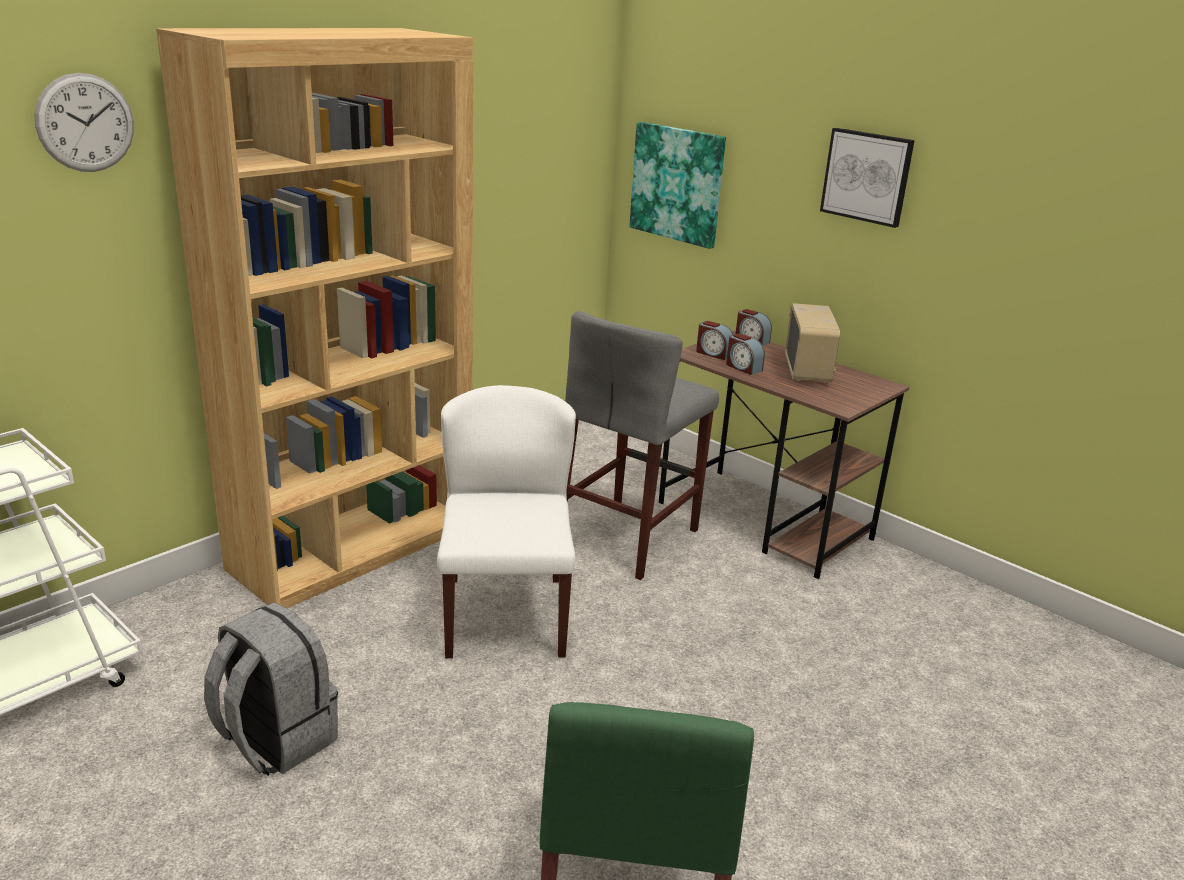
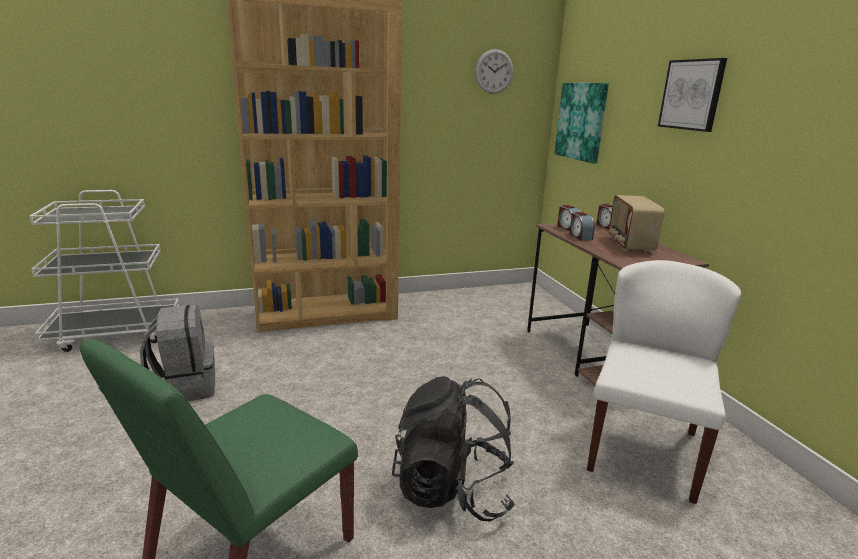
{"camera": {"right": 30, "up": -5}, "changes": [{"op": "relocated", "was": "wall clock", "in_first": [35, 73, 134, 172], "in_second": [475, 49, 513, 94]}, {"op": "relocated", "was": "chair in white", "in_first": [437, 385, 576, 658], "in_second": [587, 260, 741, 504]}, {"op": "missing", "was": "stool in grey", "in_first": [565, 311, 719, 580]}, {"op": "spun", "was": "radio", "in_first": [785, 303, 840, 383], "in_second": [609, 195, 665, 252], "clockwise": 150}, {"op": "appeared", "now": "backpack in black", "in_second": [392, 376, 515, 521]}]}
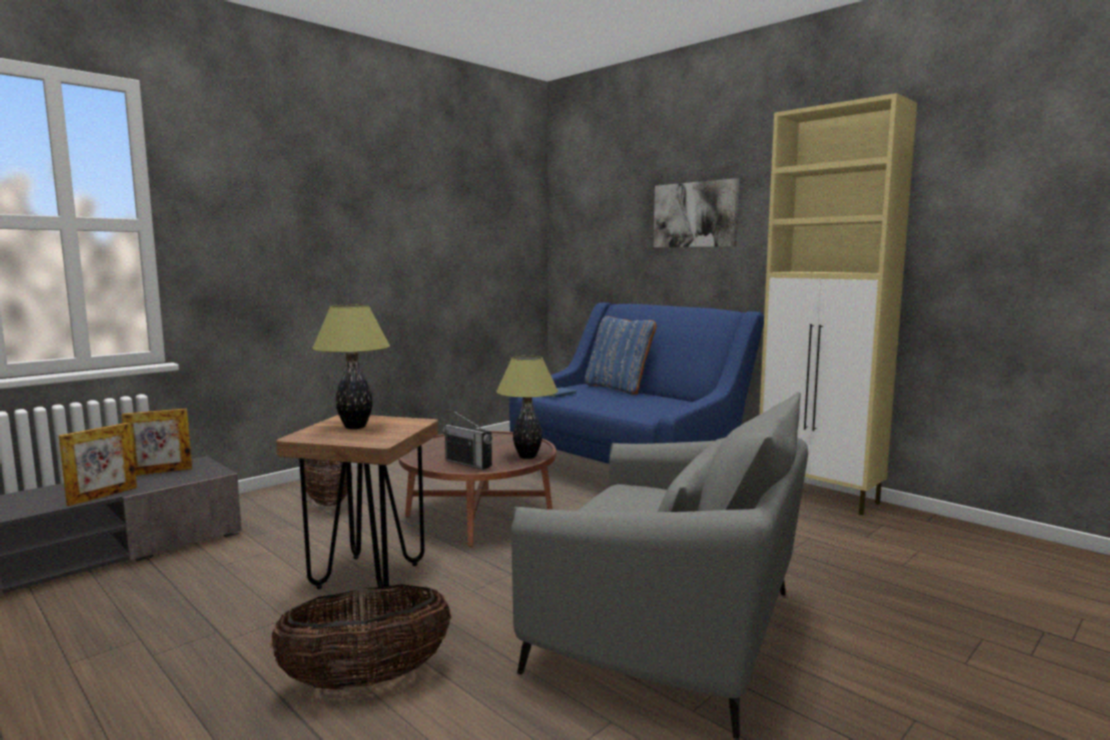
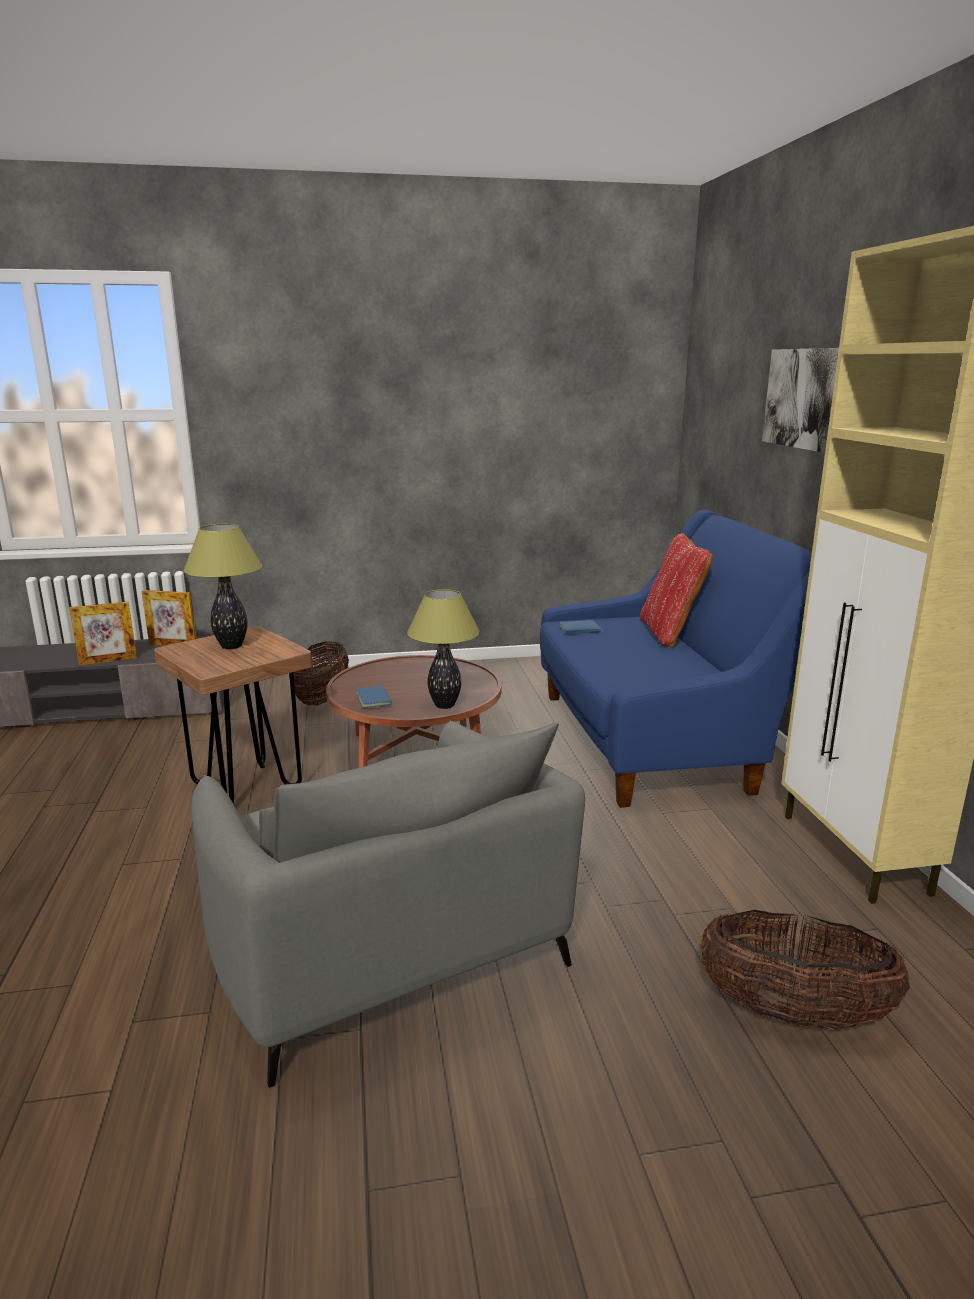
{"camera": {"right": 35, "up": 10}, "changes": [{"op": "relocated", "was": "basket", "in_first": [270, 584, 452, 690], "in_second": [699, 910, 910, 1030]}, {"op": "exchanged", "was": "radio", "now": "book in blue", "in_first": [443, 410, 492, 470], "in_second": [356, 685, 392, 708]}, {"op": "colour", "was": "pillow in blue", "now": "pillow in red", "in_first": [585, 316, 656, 395], "in_second": [640, 533, 713, 648]}]}
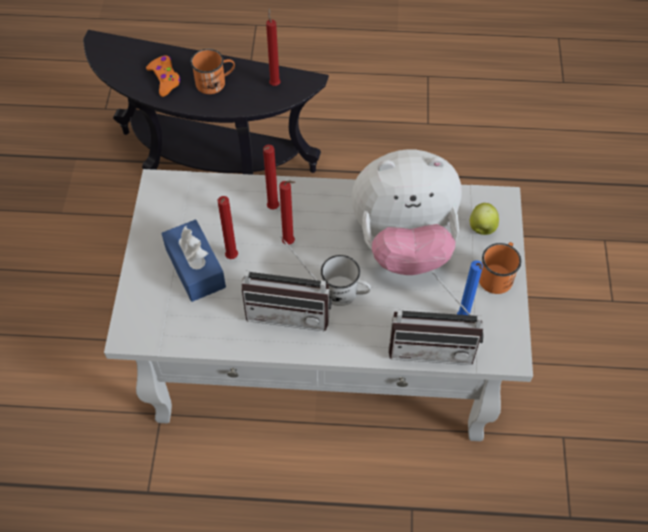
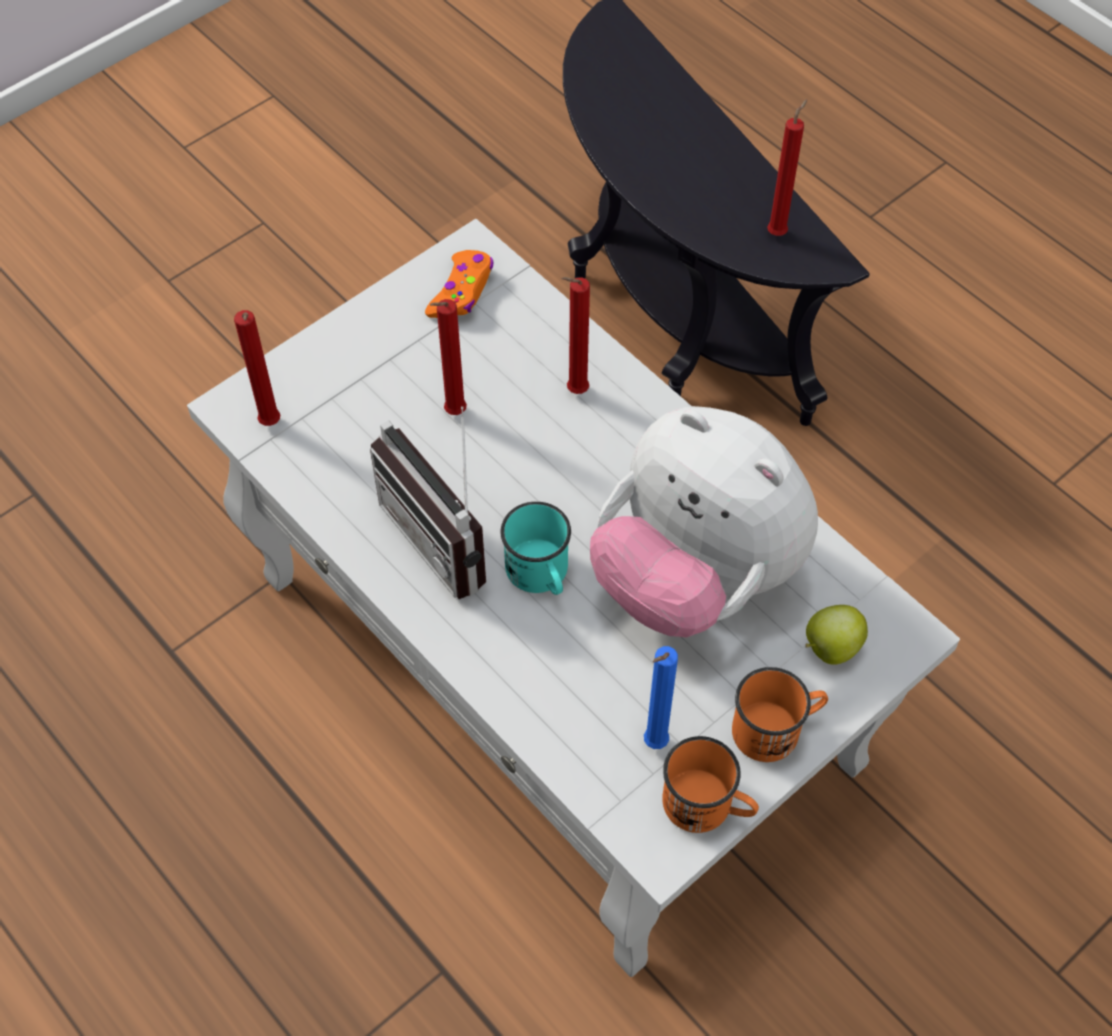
{"camera": {"right": 45, "up": 0}, "changes": [{"op": "relocated", "was": "game controller in orange", "in_first": [146, 56, 180, 97], "in_second": [425, 250, 493, 318]}, {"op": "missing", "was": "tissue box in blue", "in_first": [162, 219, 226, 302]}, {"op": "relocated", "was": "mug in orange", "in_first": [190, 49, 235, 94], "in_second": [662, 736, 759, 833]}, {"op": "relocated", "was": "candle in red", "in_first": [279, 180, 295, 245], "in_second": [234, 310, 280, 426]}, {"op": "colour", "was": "mug in white", "now": "mug in turquoise", "in_first": [321, 255, 371, 306], "in_second": [501, 501, 571, 595]}, {"op": "missing", "was": "radio", "in_first": [388, 272, 483, 365]}]}
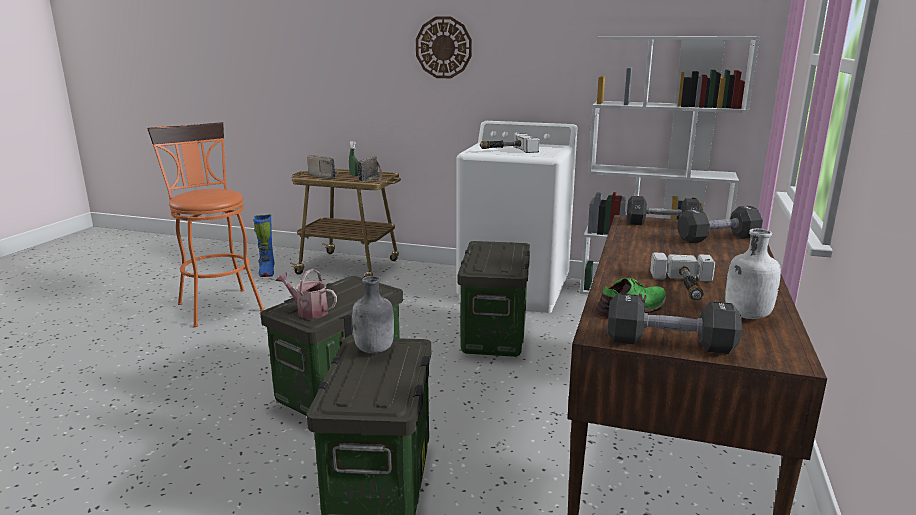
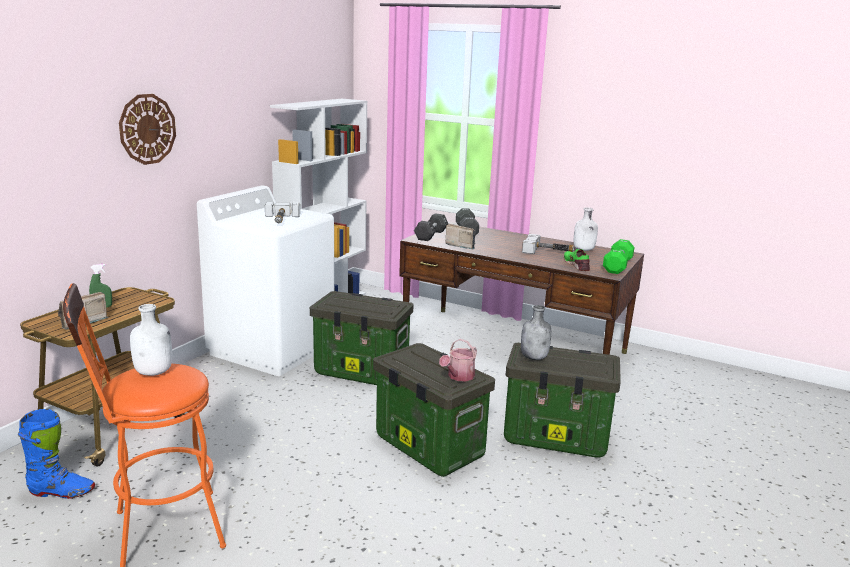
{"camera": {"right": -80, "up": 0}, "changes": [{"op": "relocated", "was": "radio", "in_first": [357, 156, 383, 181], "in_second": [445, 224, 476, 249]}, {"op": "colour", "was": "dumbbell in black", "now": "dumbbell in green", "in_first": [607, 293, 742, 354], "in_second": [603, 239, 635, 274]}, {"op": "appeared", "now": "bottle in white", "in_second": [130, 304, 172, 376]}]}
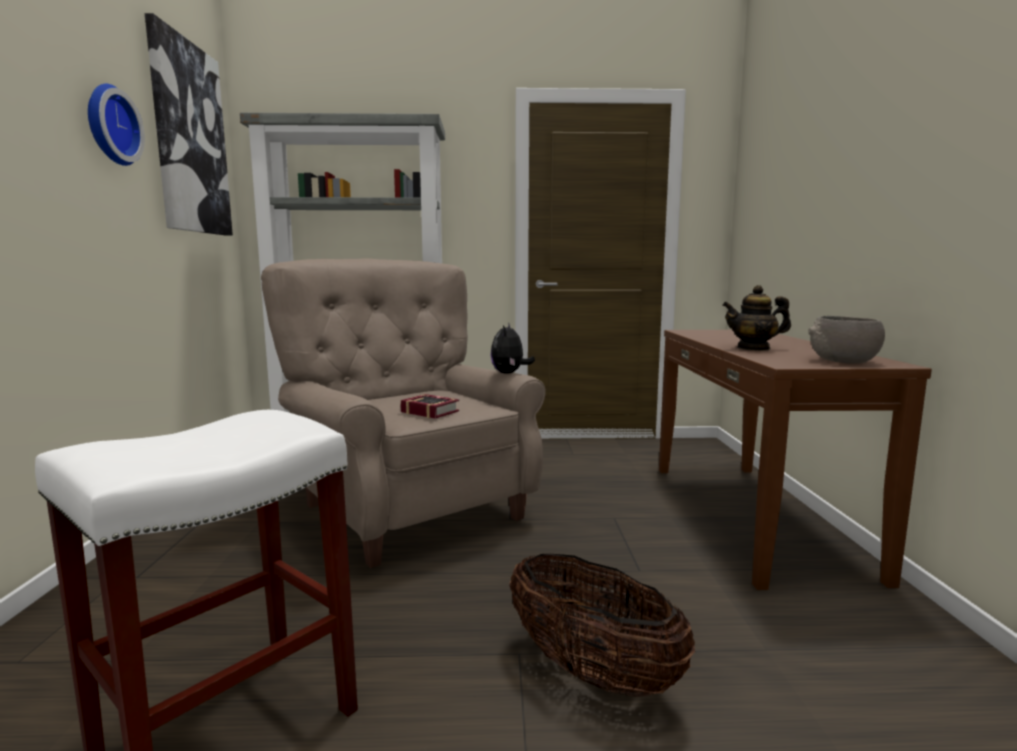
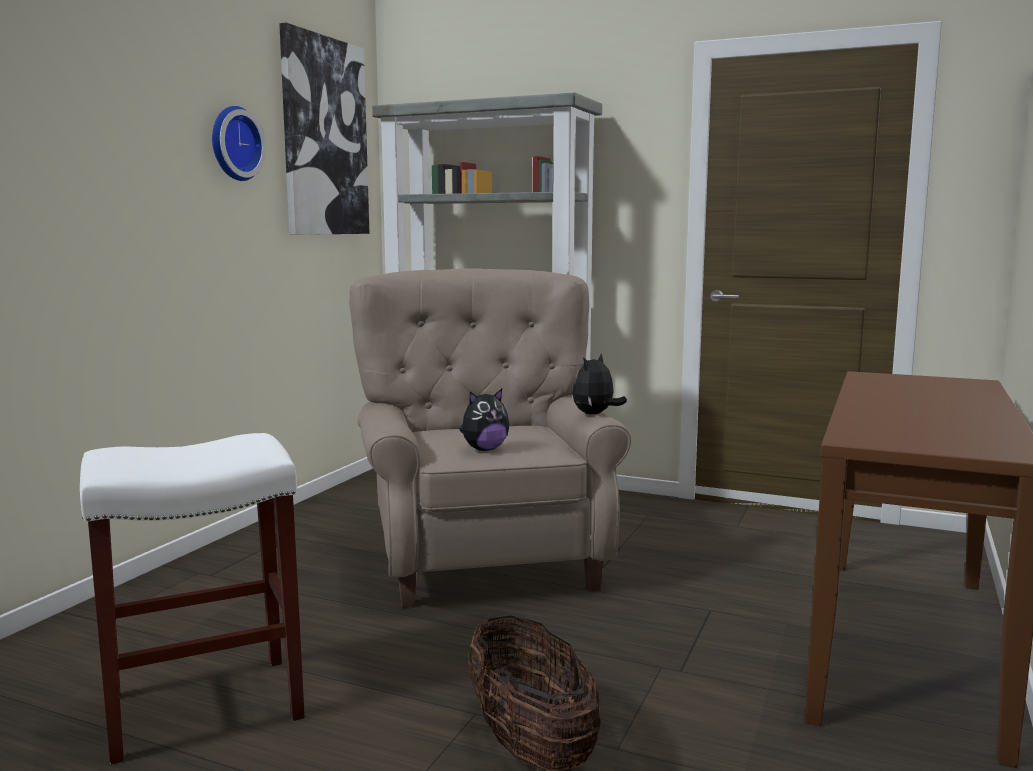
{"camera": {"right": 25, "up": 0}, "changes": [{"op": "exchanged", "was": "book", "now": "plush toy", "in_first": [401, 394, 459, 419], "in_second": [460, 389, 509, 451]}, {"op": "missing", "was": "teapot", "in_first": [722, 285, 791, 351]}, {"op": "missing", "was": "bowl in grey", "in_first": [808, 316, 885, 364]}]}
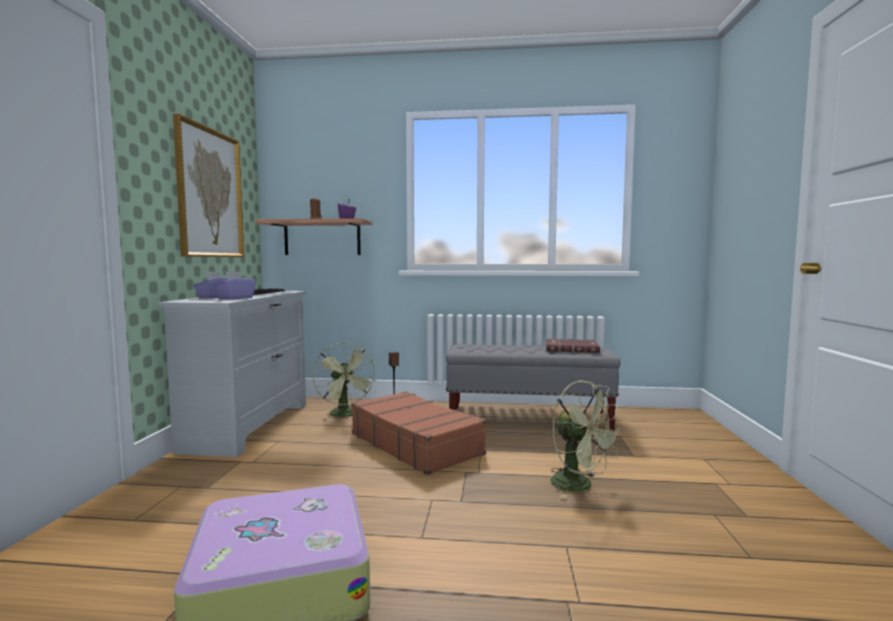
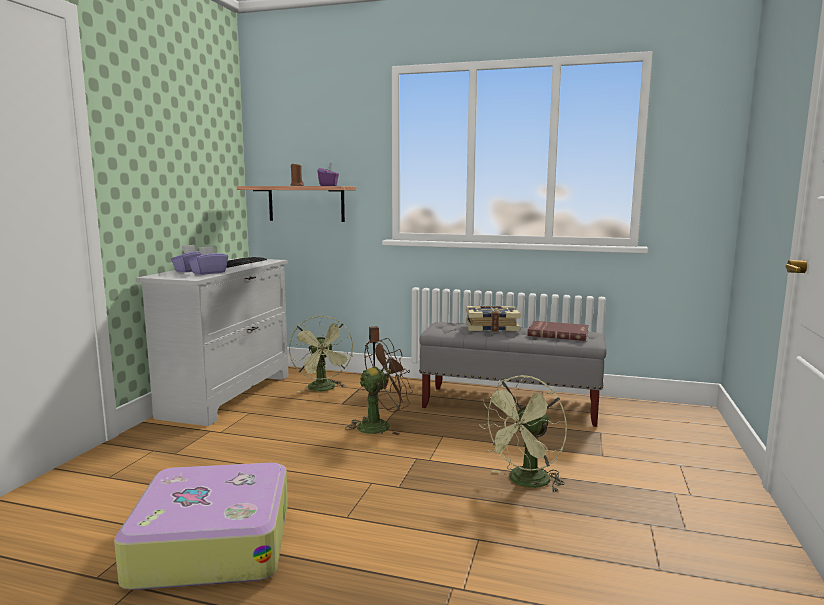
{"camera": {"right": 10, "up": 5}, "changes": [{"op": "missing", "was": "picture", "in_first": [173, 114, 244, 257]}, {"op": "exchanged", "was": "suitcase in brown", "now": "fan in brown", "in_first": [351, 391, 486, 475], "in_second": [345, 338, 413, 435]}, {"op": "spun", "was": "fan in green", "in_first": [551, 380, 623, 499], "in_second": [479, 375, 567, 493], "clockwise": 75}, {"op": "appeared", "now": "book", "in_second": [466, 306, 521, 332]}]}
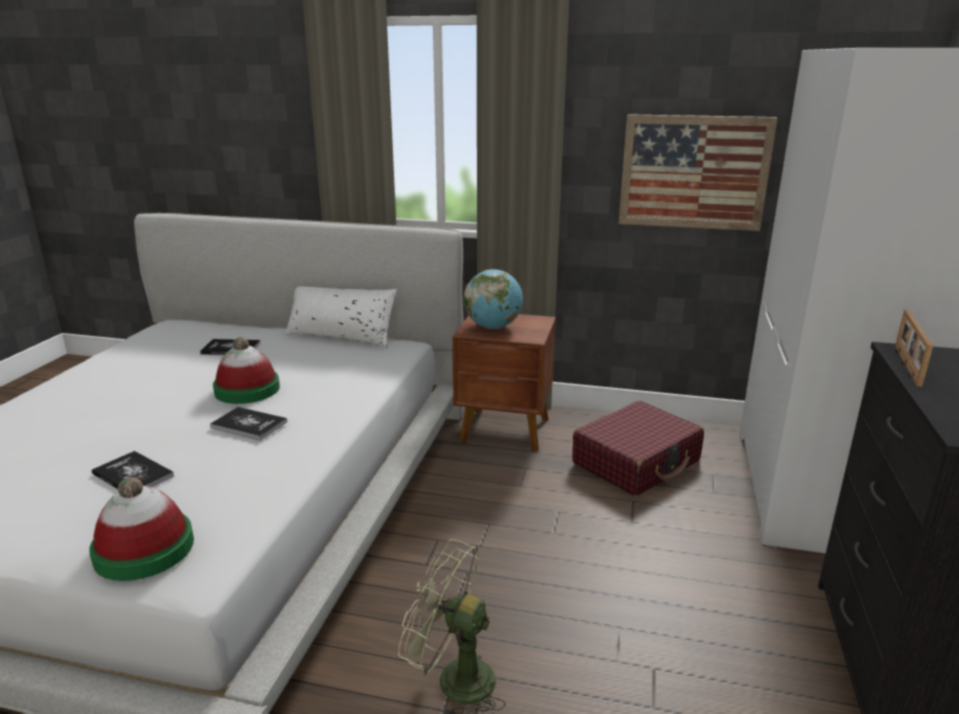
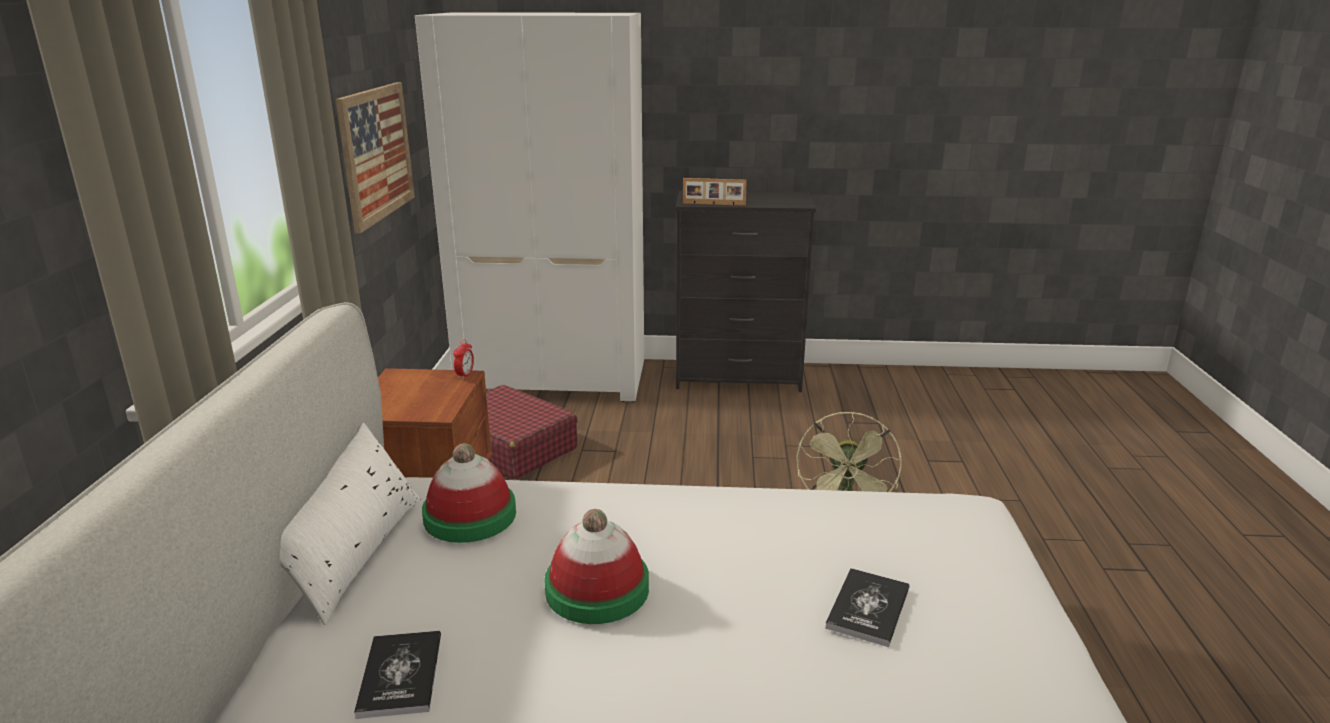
{"camera": {"right": -100, "up": 0}, "changes": [{"op": "relocated", "was": "hat", "in_first": [89, 477, 194, 581], "in_second": [422, 443, 516, 543]}, {"op": "missing", "was": "book", "in_first": [210, 407, 287, 440]}, {"op": "missing", "was": "globe", "in_first": [464, 269, 523, 329]}, {"op": "appeared", "now": "alarm clock", "in_second": [453, 339, 474, 379]}]}
